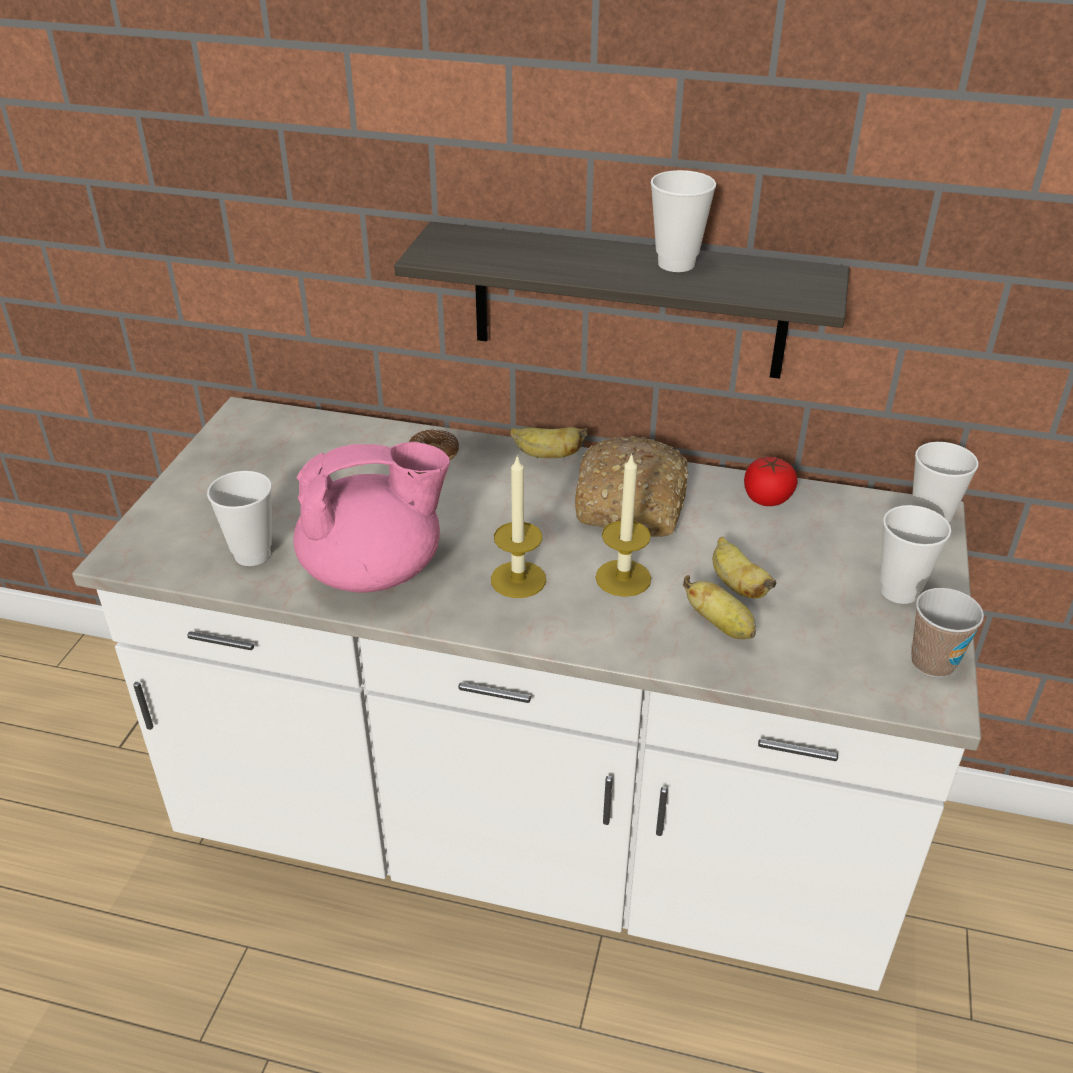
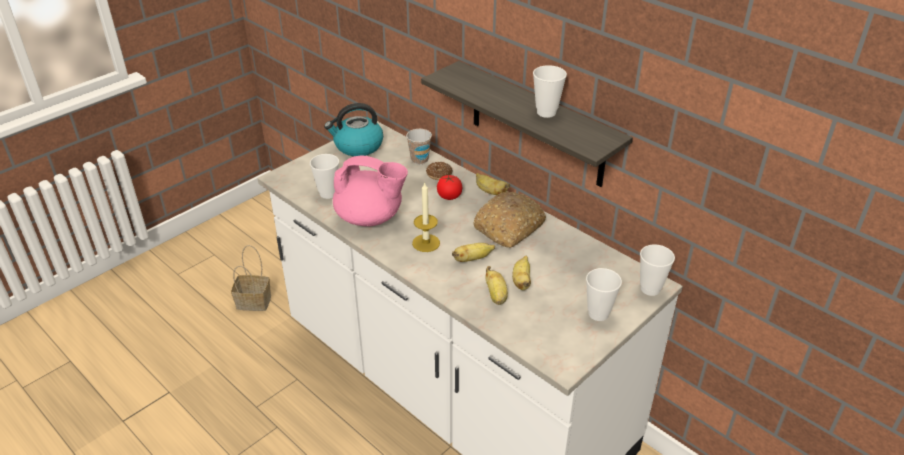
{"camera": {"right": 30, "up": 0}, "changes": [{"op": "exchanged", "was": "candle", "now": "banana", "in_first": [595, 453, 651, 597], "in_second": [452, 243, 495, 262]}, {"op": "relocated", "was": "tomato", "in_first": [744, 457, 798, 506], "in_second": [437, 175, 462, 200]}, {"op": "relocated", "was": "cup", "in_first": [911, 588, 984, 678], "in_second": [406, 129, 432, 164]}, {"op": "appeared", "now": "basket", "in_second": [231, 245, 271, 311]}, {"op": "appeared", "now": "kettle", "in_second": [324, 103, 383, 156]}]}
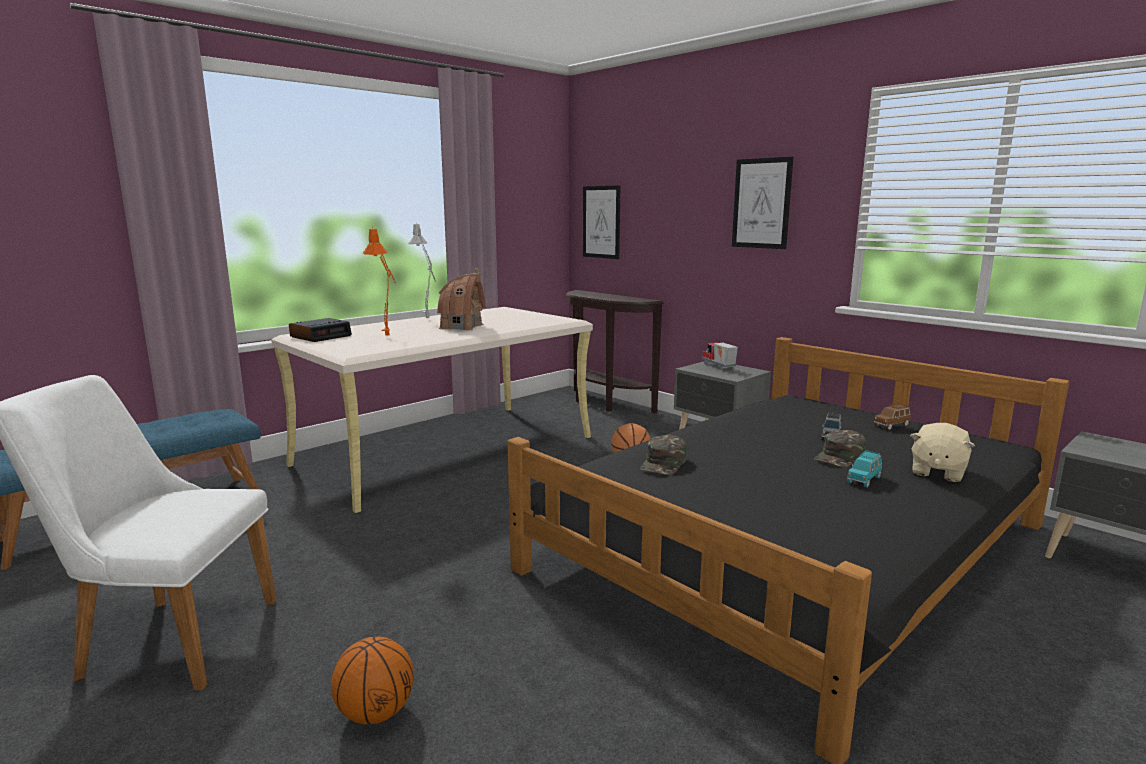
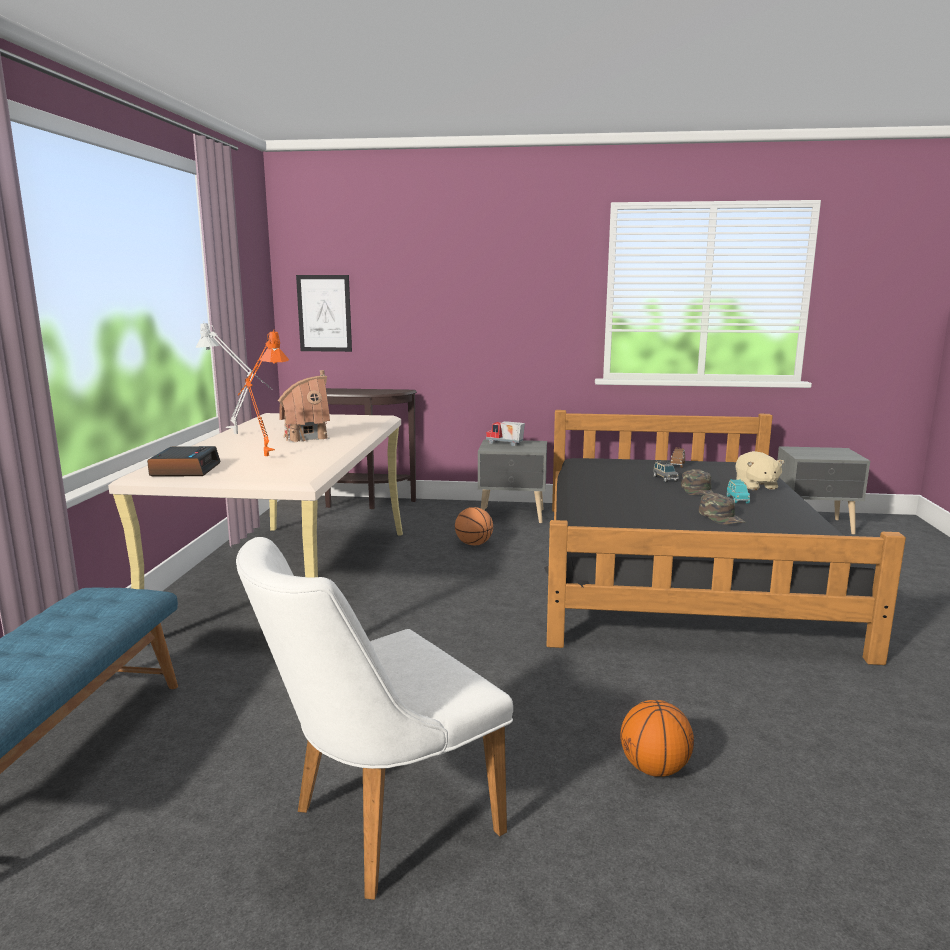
{"camera": {"right": -40, "up": 0}, "changes": [{"op": "relocated", "was": "cap in green", "in_first": [640, 434, 687, 475], "in_second": [699, 493, 745, 525]}, {"op": "missing", "was": "picture", "in_first": [732, 157, 793, 249]}]}
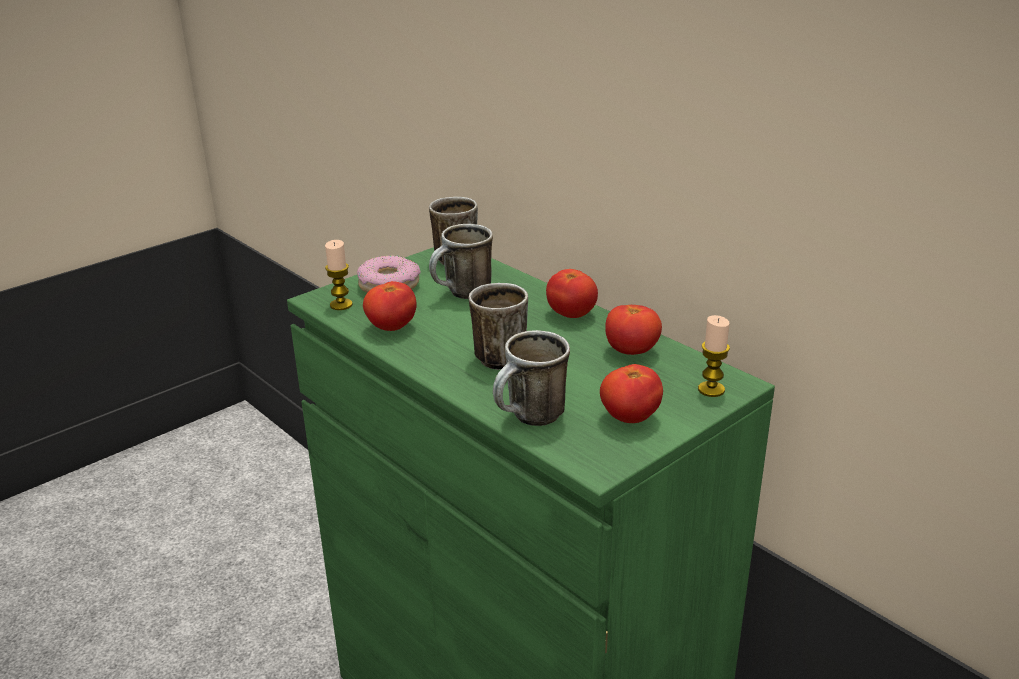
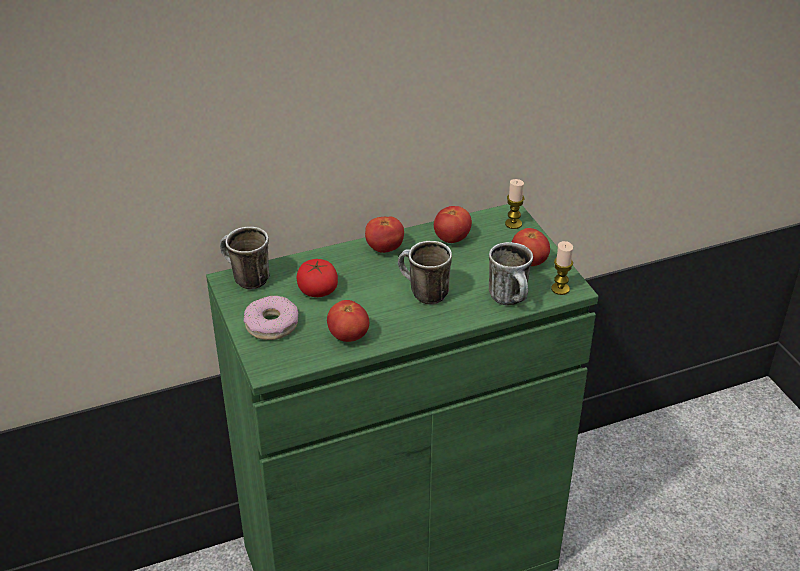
{"camera": {"right": -70, "up": 10}, "changes": [{"op": "relocated", "was": "candle", "in_first": [325, 240, 353, 310], "in_second": [551, 241, 573, 295]}, {"op": "exchanged", "was": "mug", "now": "tomato", "in_first": [429, 224, 493, 299], "in_second": [296, 259, 338, 297]}]}
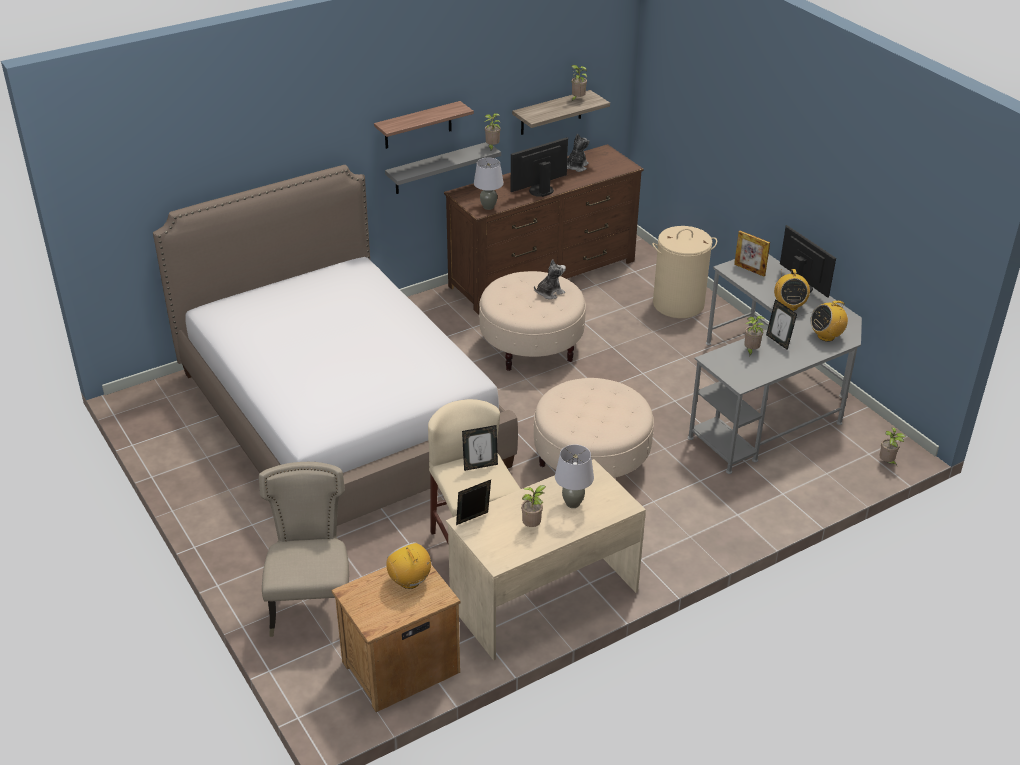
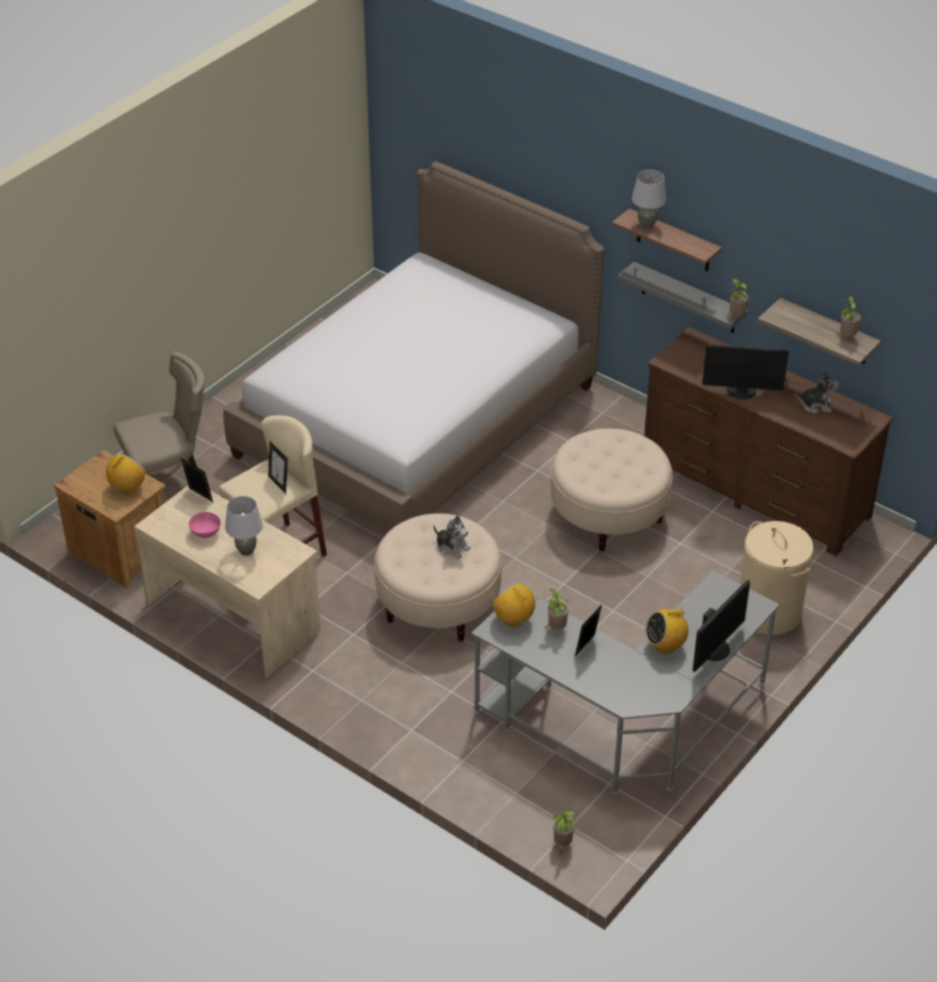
{"camera": {"right": 70, "up": 5}, "changes": [{"op": "relocated", "was": "table lamp in grey", "in_first": [474, 158, 504, 210], "in_second": [632, 170, 666, 229]}, {"op": "spun", "was": "monitor", "in_first": [510, 137, 568, 197], "in_second": [702, 344, 789, 399], "clockwise": 150}, {"op": "exchanged", "was": "potted plant", "now": "bowl in pink", "in_first": [521, 485, 546, 527], "in_second": [188, 512, 221, 538]}, {"op": "relocated", "was": "plush toy", "in_first": [534, 259, 566, 299], "in_second": [434, 515, 471, 559]}, {"op": "missing", "was": "picture frame", "in_first": [734, 231, 770, 276]}, {"op": "relocated", "was": "radio", "in_first": [810, 299, 848, 342], "in_second": [493, 583, 539, 627]}]}
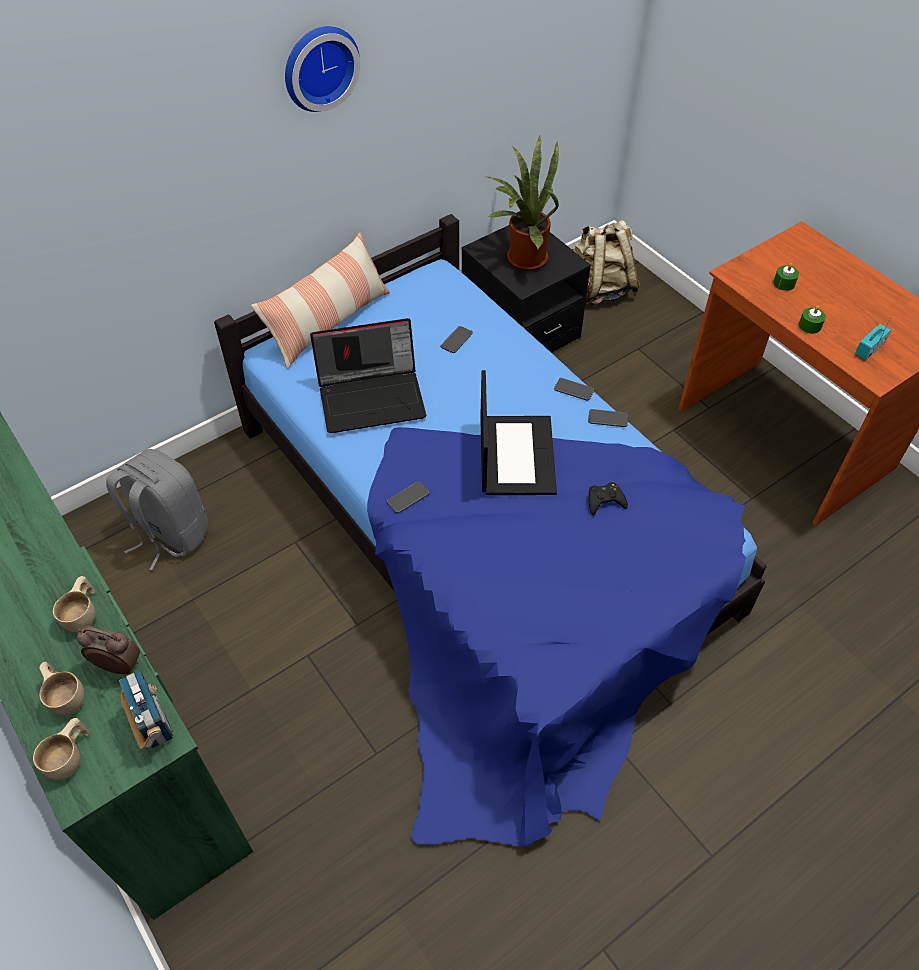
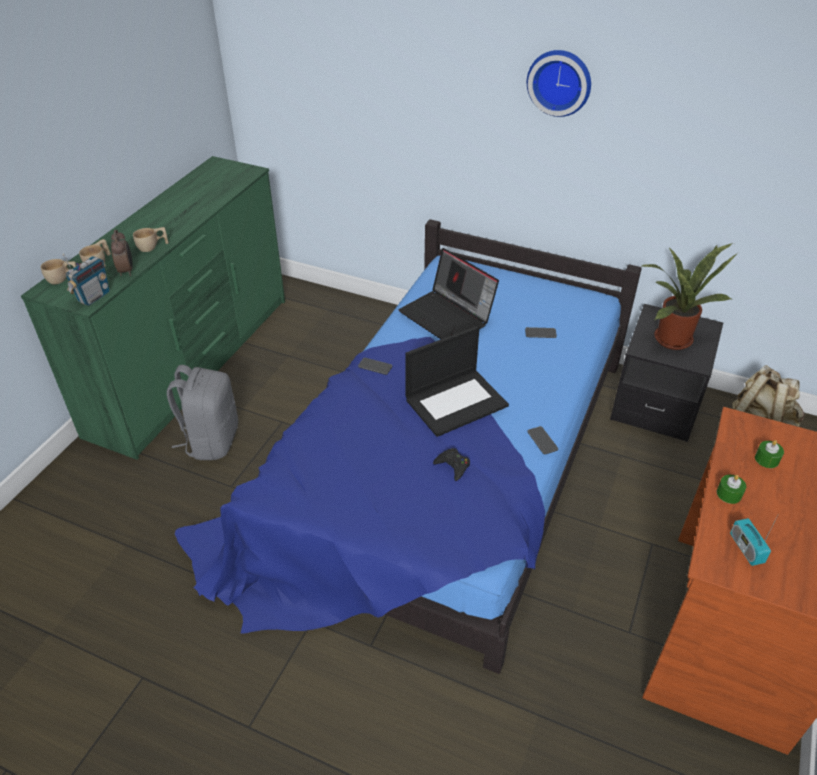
{"camera": {"right": 60, "up": -10}, "changes": [{"op": "relocated", "was": "backpack in grey", "in_first": [106, 449, 209, 571], "in_second": [167, 365, 238, 460]}, {"op": "missing", "was": "pillow", "in_first": [251, 232, 390, 369]}, {"op": "missing", "was": "phone", "in_first": [554, 378, 594, 401]}, {"op": "spun", "was": "radio", "in_first": [855, 315, 892, 361], "in_second": [730, 518, 774, 566], "clockwise": -120}]}
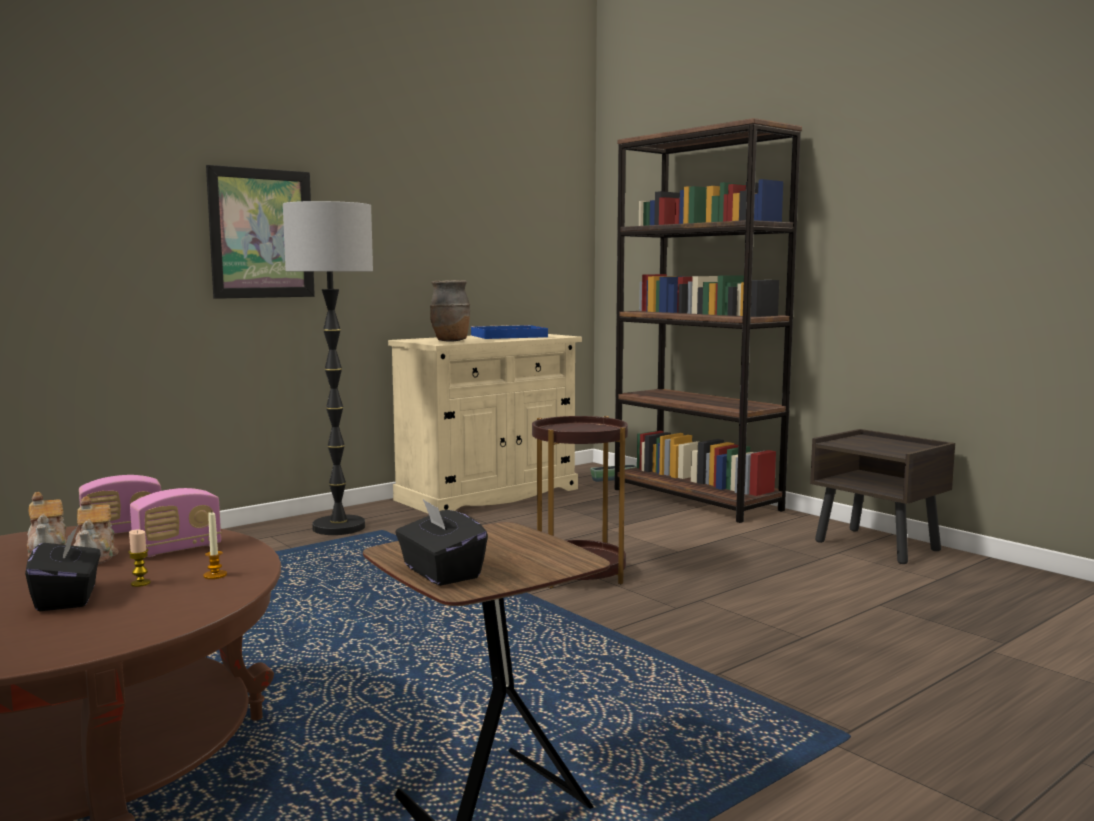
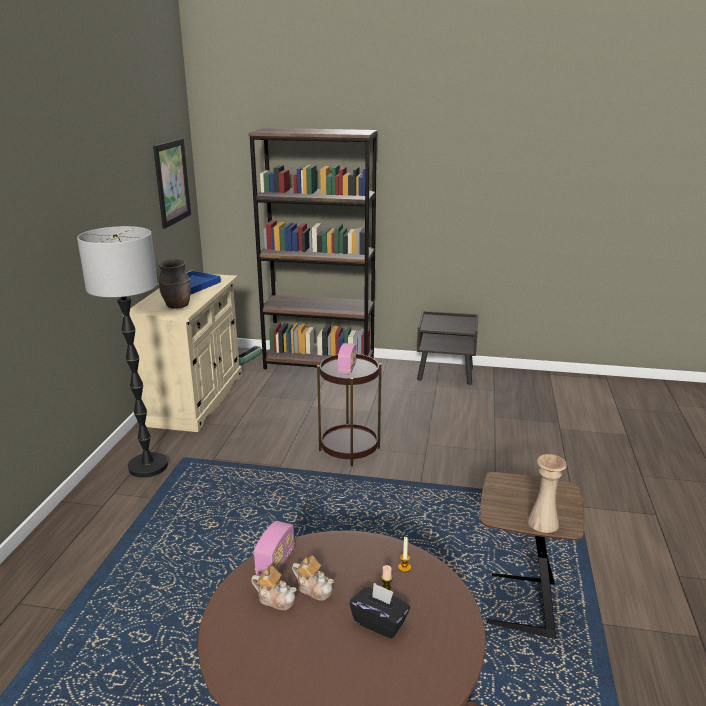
{"camera": {"right": -40, "up": 15}, "changes": [{"op": "relocated", "was": "radio", "in_first": [130, 488, 222, 557], "in_second": [338, 343, 357, 375]}, {"op": "relocated", "was": "picture", "in_first": [206, 165, 315, 299], "in_second": [153, 138, 191, 229]}, {"op": "exchanged", "was": "tissue box in black", "now": "vase in beige", "in_first": [395, 499, 488, 586], "in_second": [528, 454, 567, 533]}]}
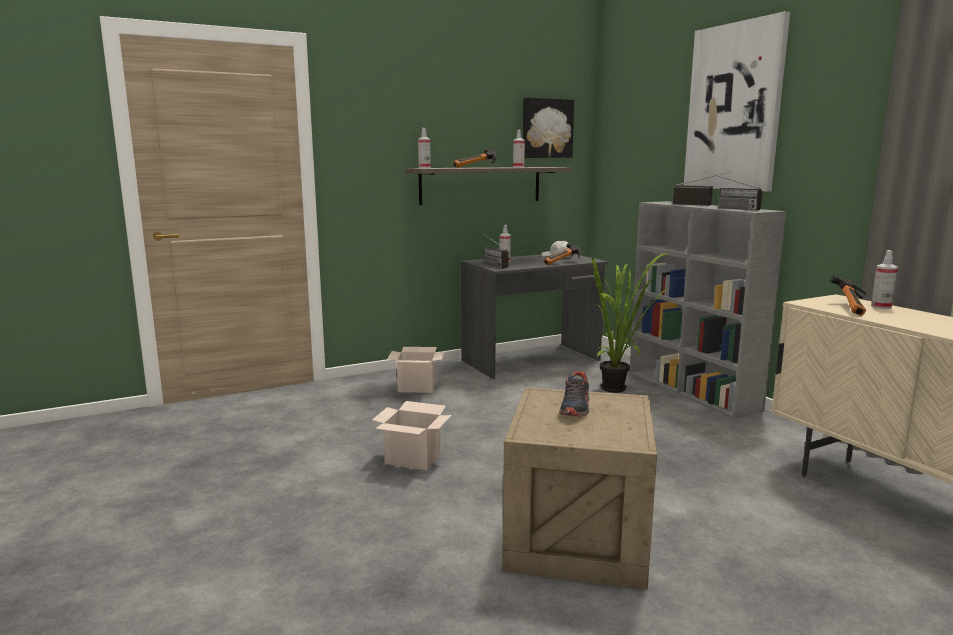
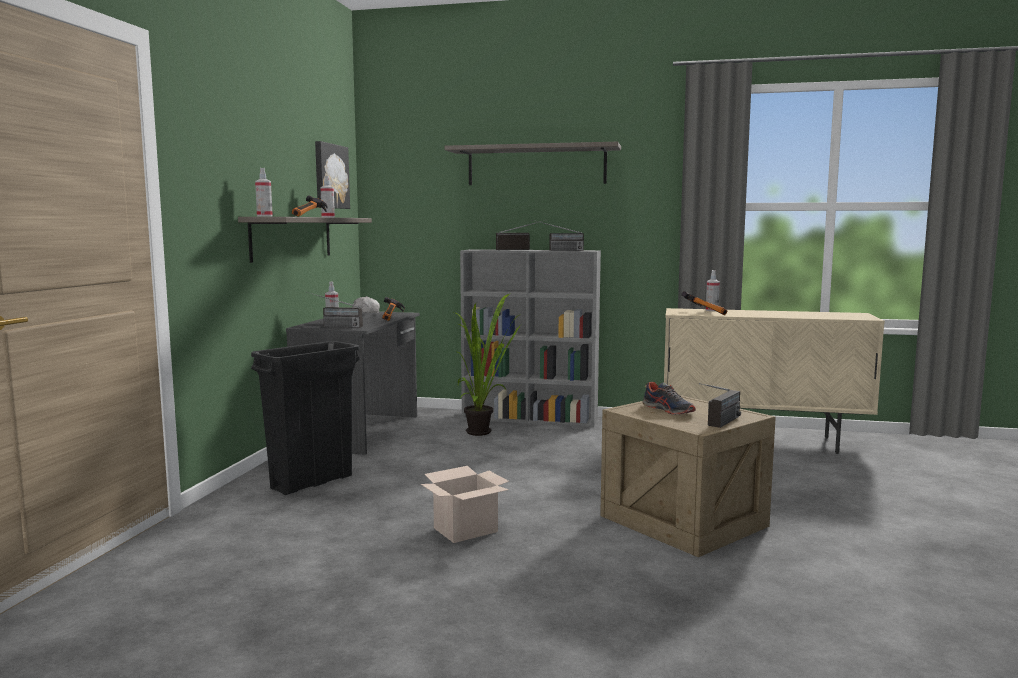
{"camera": {"right": -50, "up": -5}, "changes": [{"op": "exchanged", "was": "cardboard box", "now": "trash can in black", "in_first": [387, 347, 445, 393], "in_second": [251, 341, 360, 495]}, {"op": "exchanged", "was": "picture", "now": "shelf", "in_first": [684, 11, 790, 192], "in_second": [444, 142, 621, 185]}, {"op": "appeared", "now": "radio", "in_second": [699, 383, 741, 428]}]}
